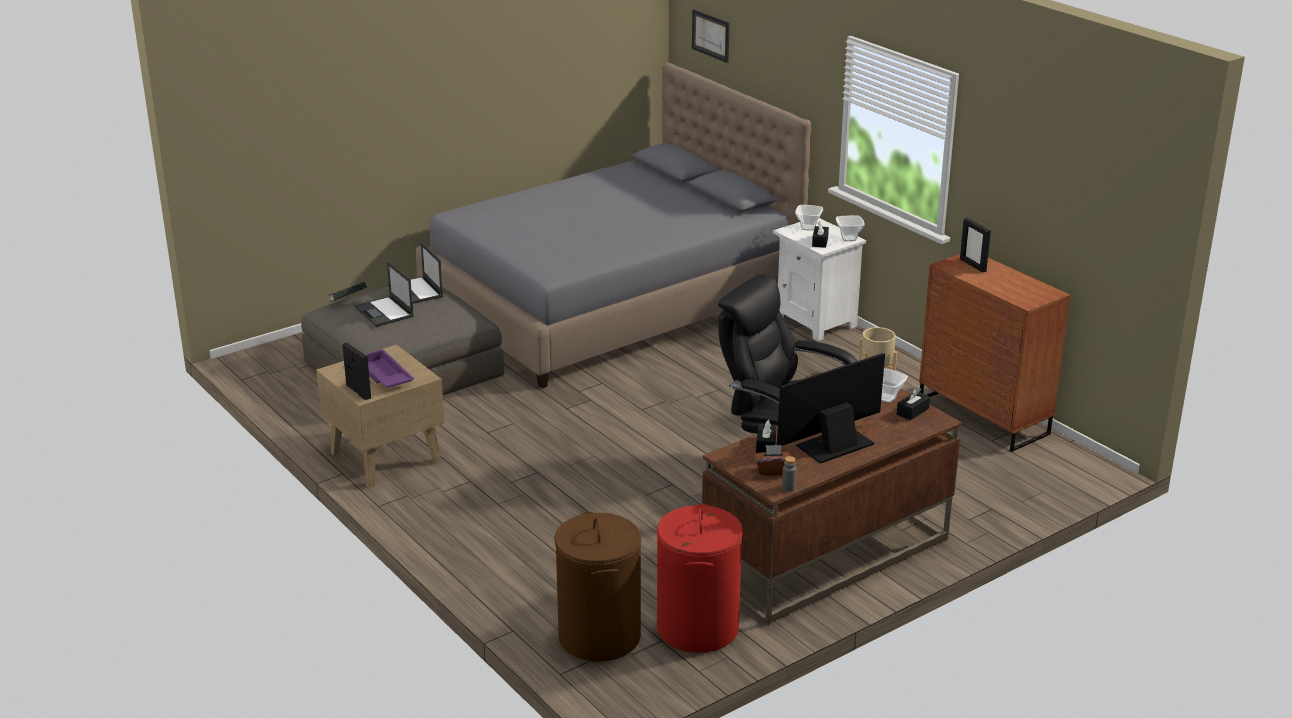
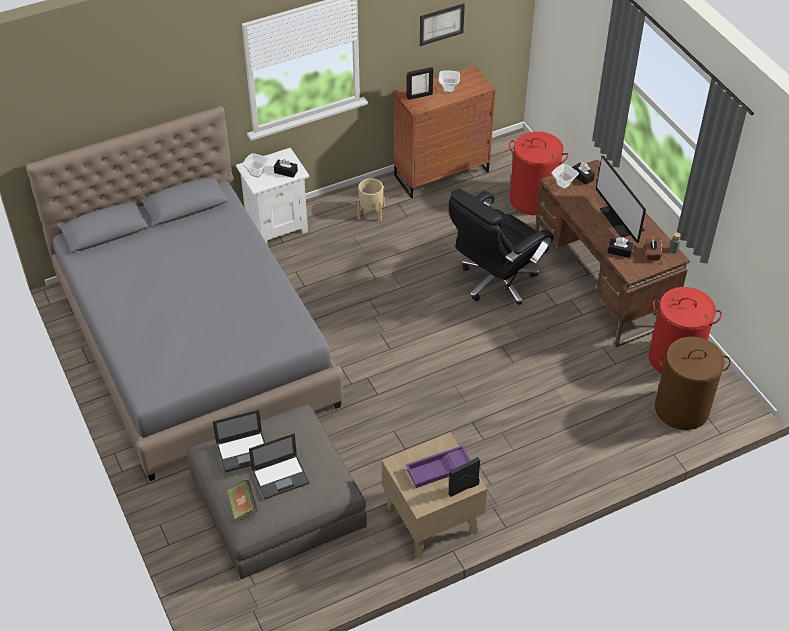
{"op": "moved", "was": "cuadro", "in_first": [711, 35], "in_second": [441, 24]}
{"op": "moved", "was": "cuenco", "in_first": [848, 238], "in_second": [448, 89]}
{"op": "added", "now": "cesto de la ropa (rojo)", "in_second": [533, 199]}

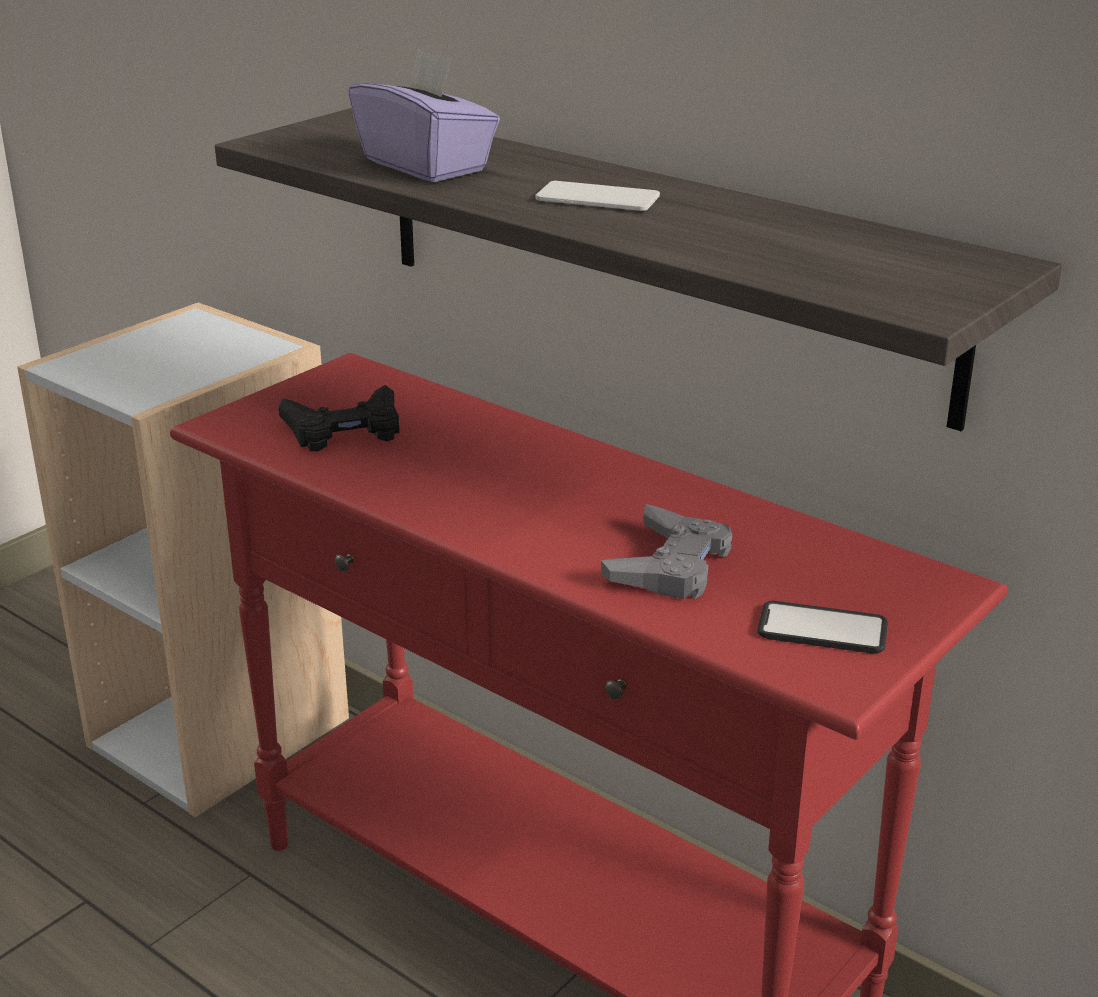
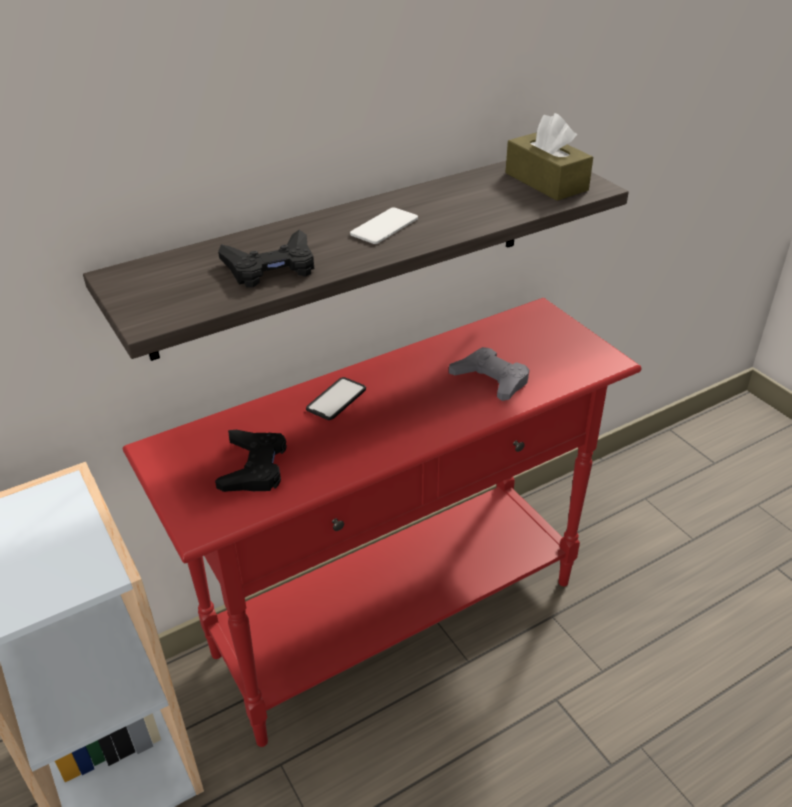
{"op": "replaced", "was": "caja de pañuelos (morado)", "now": "mando de consola (negro)", "in_first": [426, 166], "in_second": [271, 267]}
{"op": "moved", "was": "móvil", "in_first": [822, 629], "in_second": [336, 399]}
{"op": "added", "now": "caja de pañuelos (marrón)", "in_second": [546, 181]}

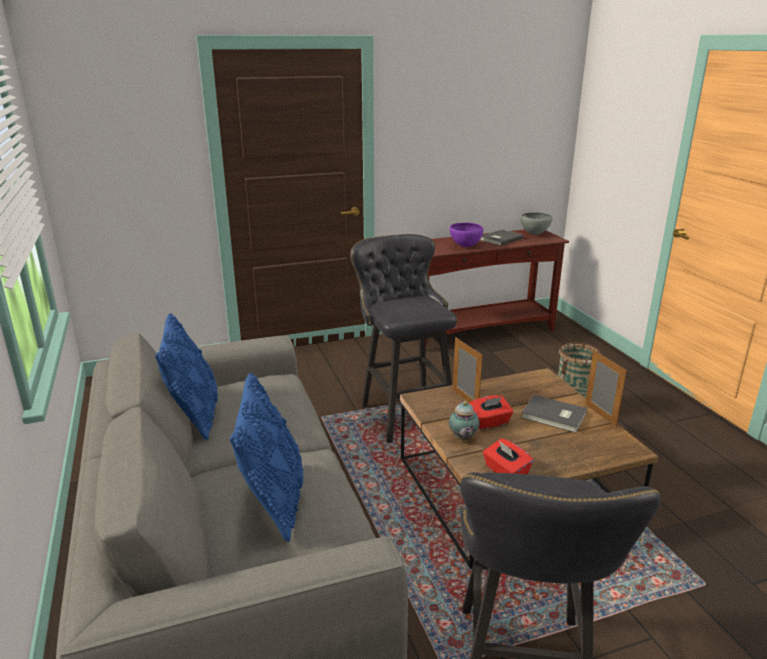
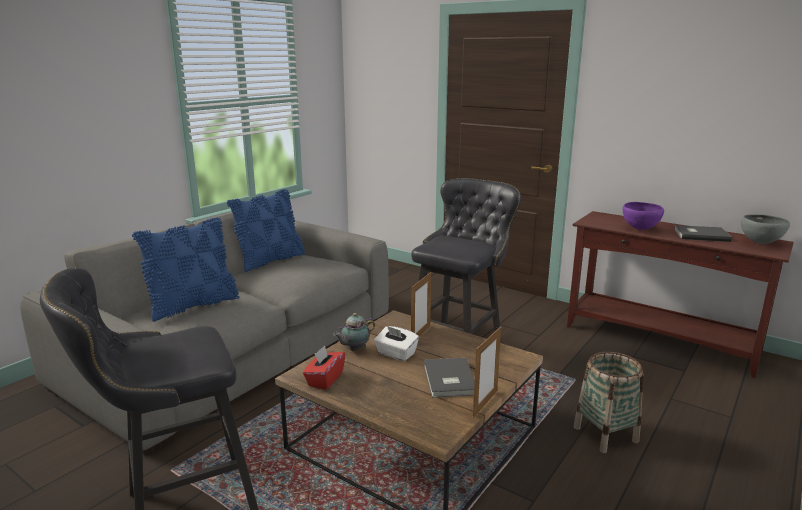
{"op": "recoloured", "was": "caja de pañuelos (rojo)", "now": "caja de pañuelos (blanco)", "in_first": [489, 422], "in_second": [396, 354]}

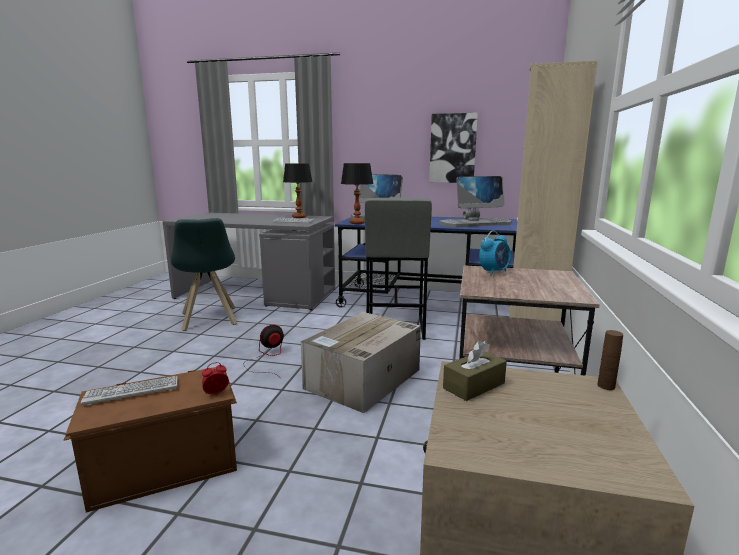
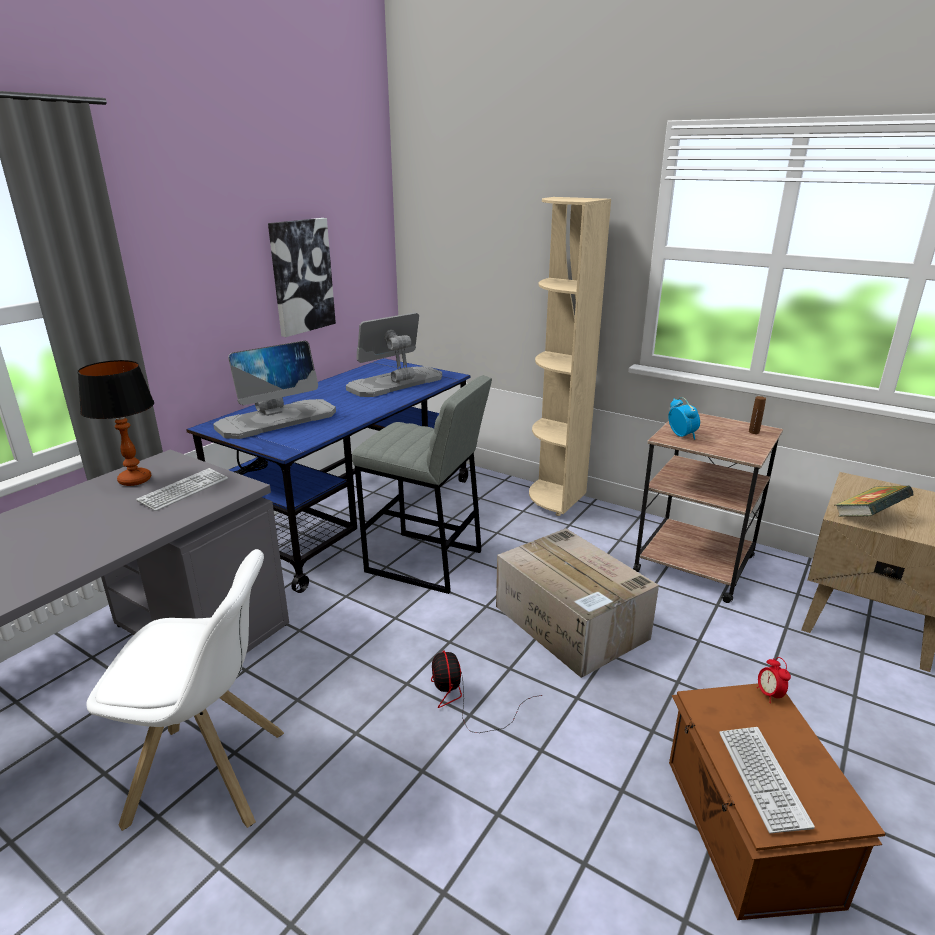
{"op": "recoloured", "was": "silla (turquesa)", "now": "silla (blanco)", "in_first": [209, 319], "in_second": [209, 775]}
{"op": "removed", "was": "lámpara de mesa", "in_first": [357, 223]}
{"op": "turned", "was": "monitor", "in_first": [475, 223], "in_second": [395, 383], "clockwise": -135}
{"op": "replaced", "was": "caja de pañuelos (marrón)", "now": "libro", "in_first": [474, 386], "in_second": [868, 517]}
{"op": "moved", "was": "botella (marrón)", "in_first": [606, 386], "in_second": [754, 432]}

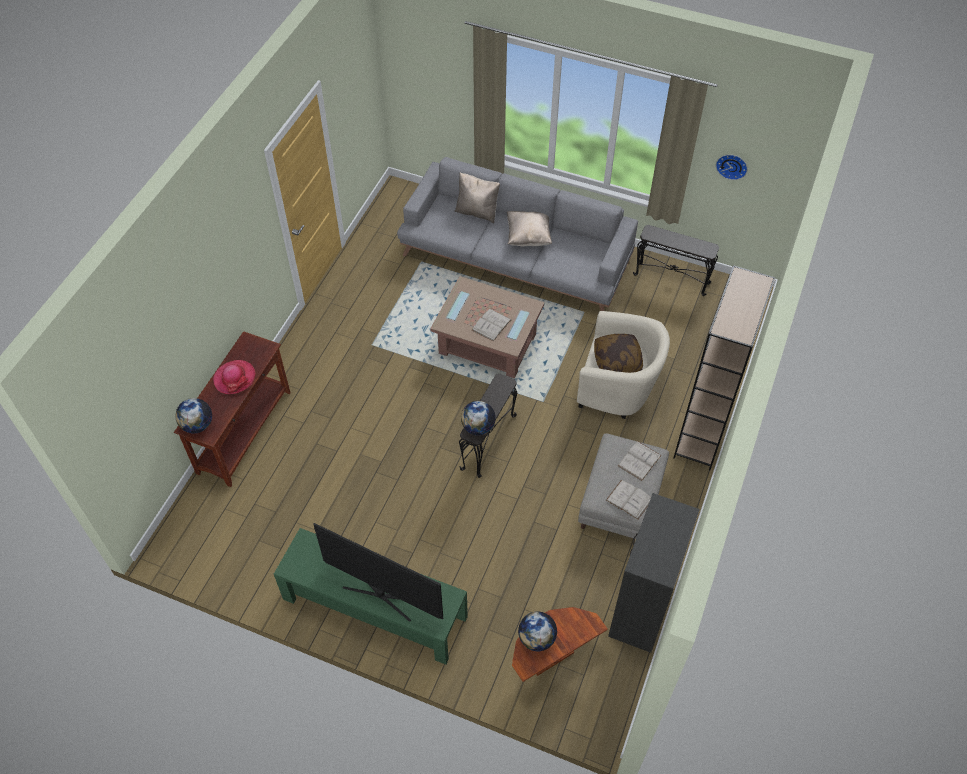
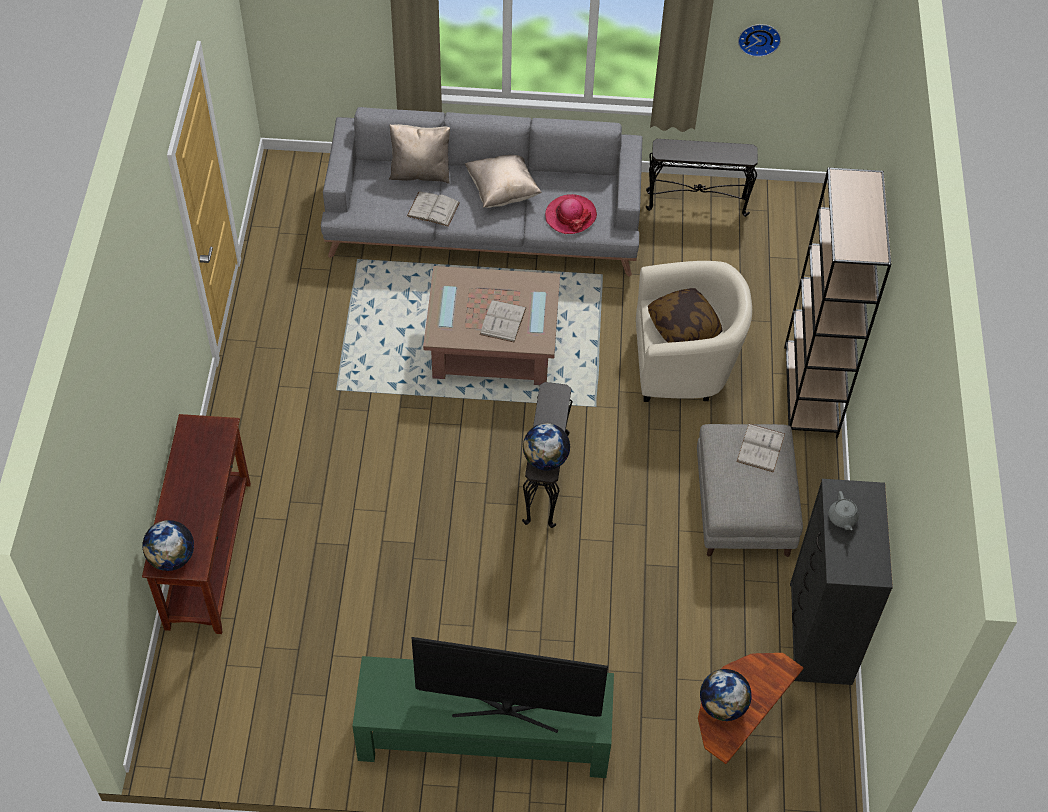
{"op": "moved", "was": "sombrero", "in_first": [234, 378], "in_second": [570, 216]}
{"op": "moved", "was": "libro (blanco)", "in_first": [629, 499], "in_second": [433, 209]}
{"op": "added", "now": "tetera (gris)", "in_second": [842, 518]}

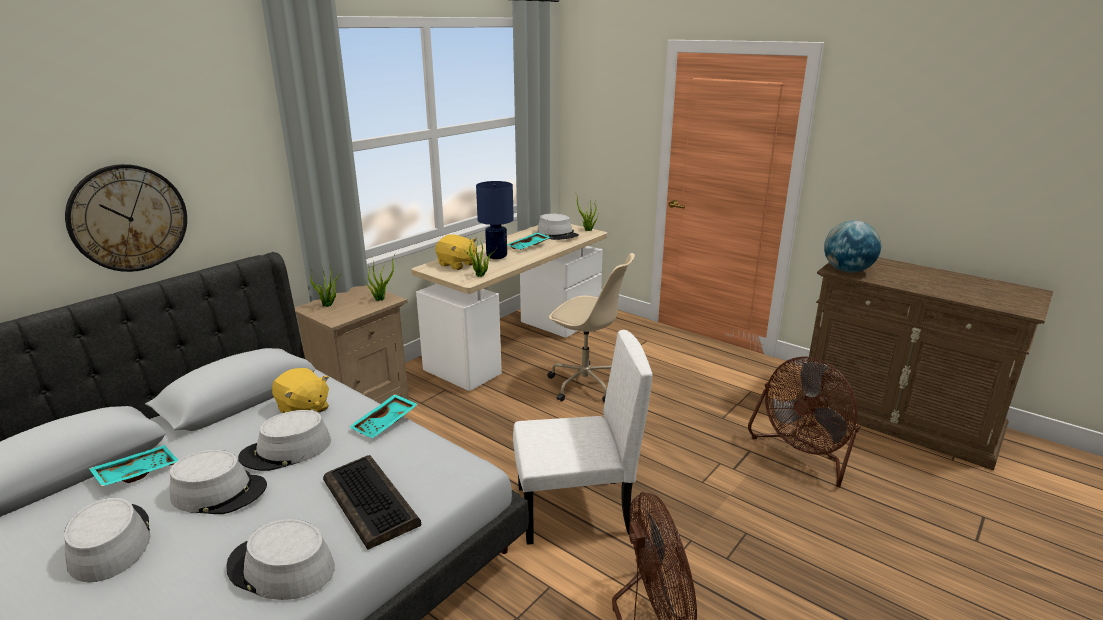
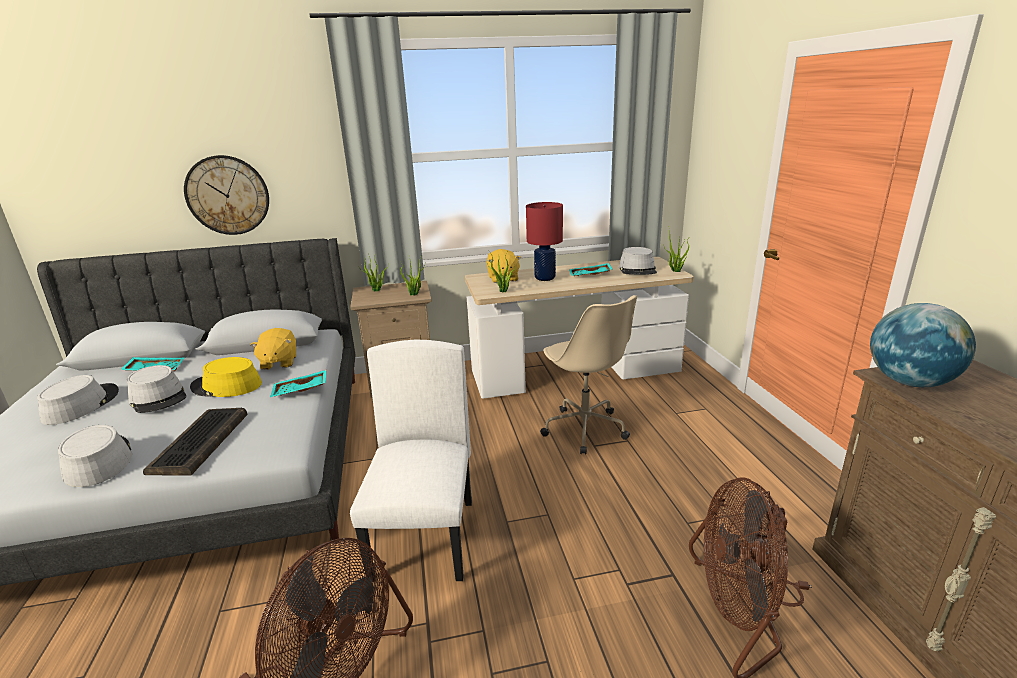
{"op": "recoloured", "was": "sombrero (gris)", "now": "sombrero (amarillo)", "in_first": [286, 450], "in_second": [226, 386]}
{"op": "recoloured", "was": "lámpara de mesa (azul)", "now": "lámpara de mesa (rojo)", "in_first": [496, 257], "in_second": [544, 279]}
{"op": "turned", "was": "silla (blanco)", "in_first": [574, 511], "in_second": [425, 539], "clockwise": -120}

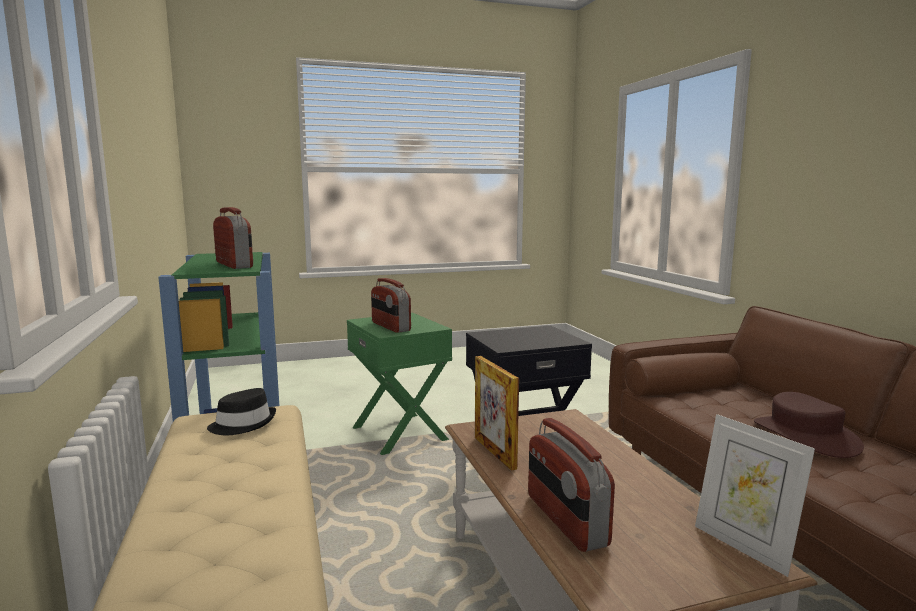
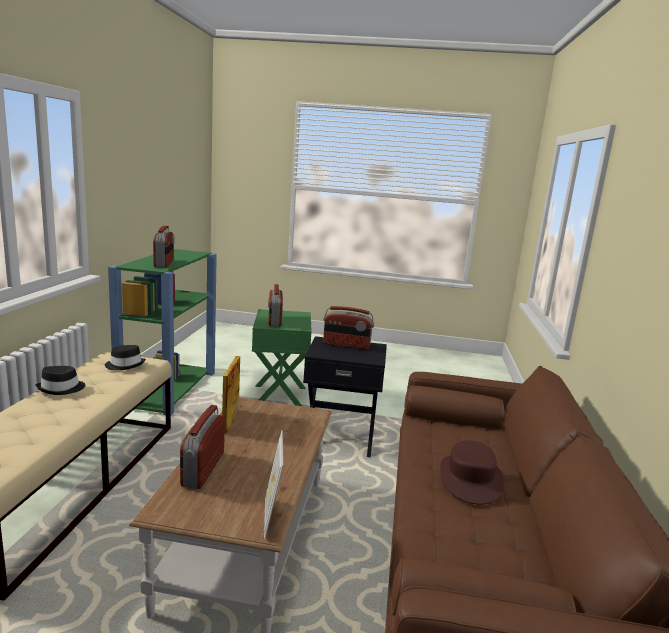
{"op": "added", "now": "sombrero (negro)", "in_second": [61, 388]}
{"op": "added", "now": "radio", "in_second": [346, 345]}

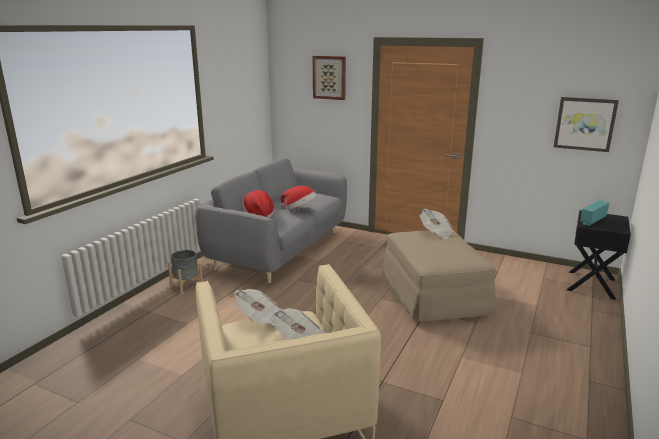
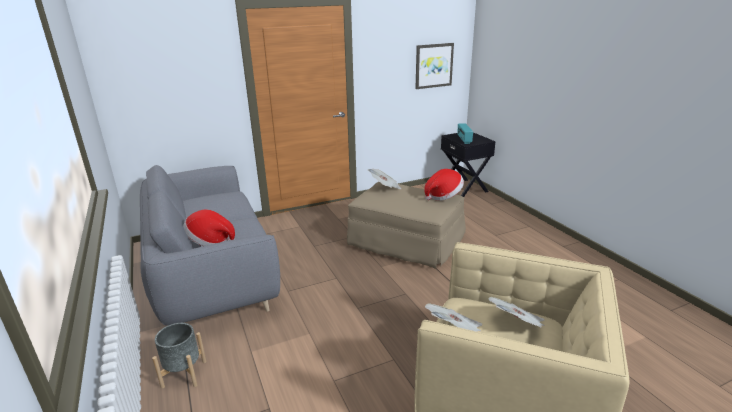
{"op": "moved", "was": "sombrero", "in_first": [300, 209], "in_second": [443, 196]}
{"op": "removed", "was": "cuadro", "in_first": [329, 77]}

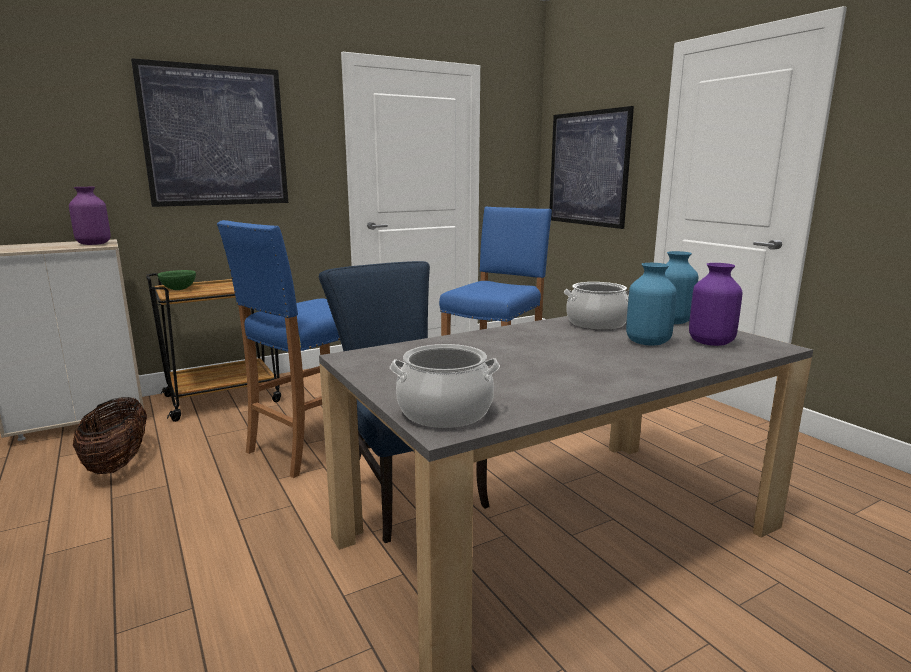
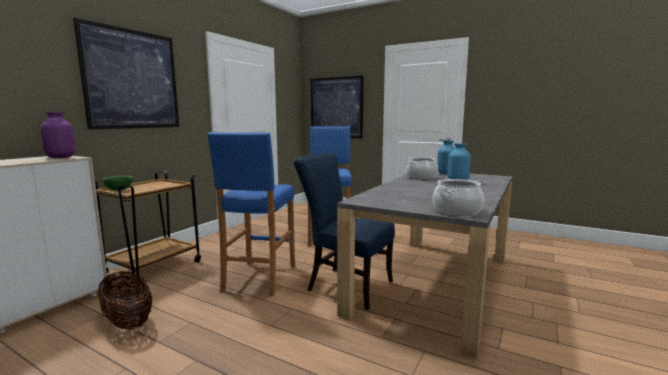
{"op": "removed", "was": "florero (morado)", "in_first": [711, 342]}

